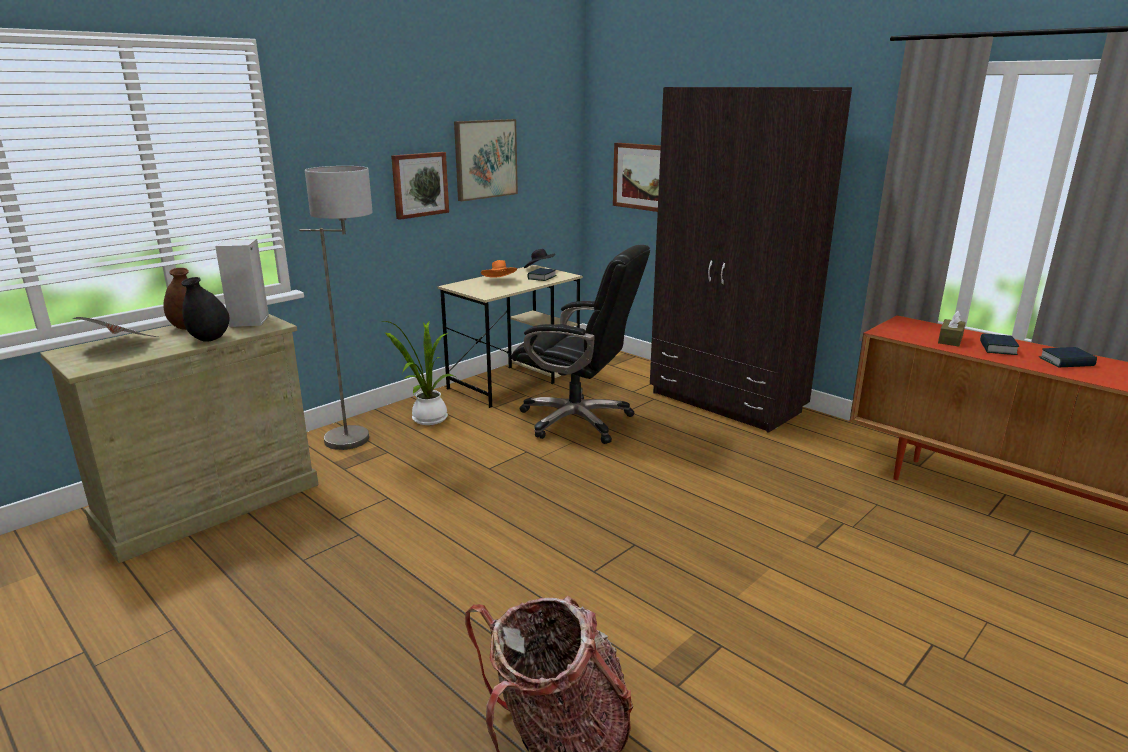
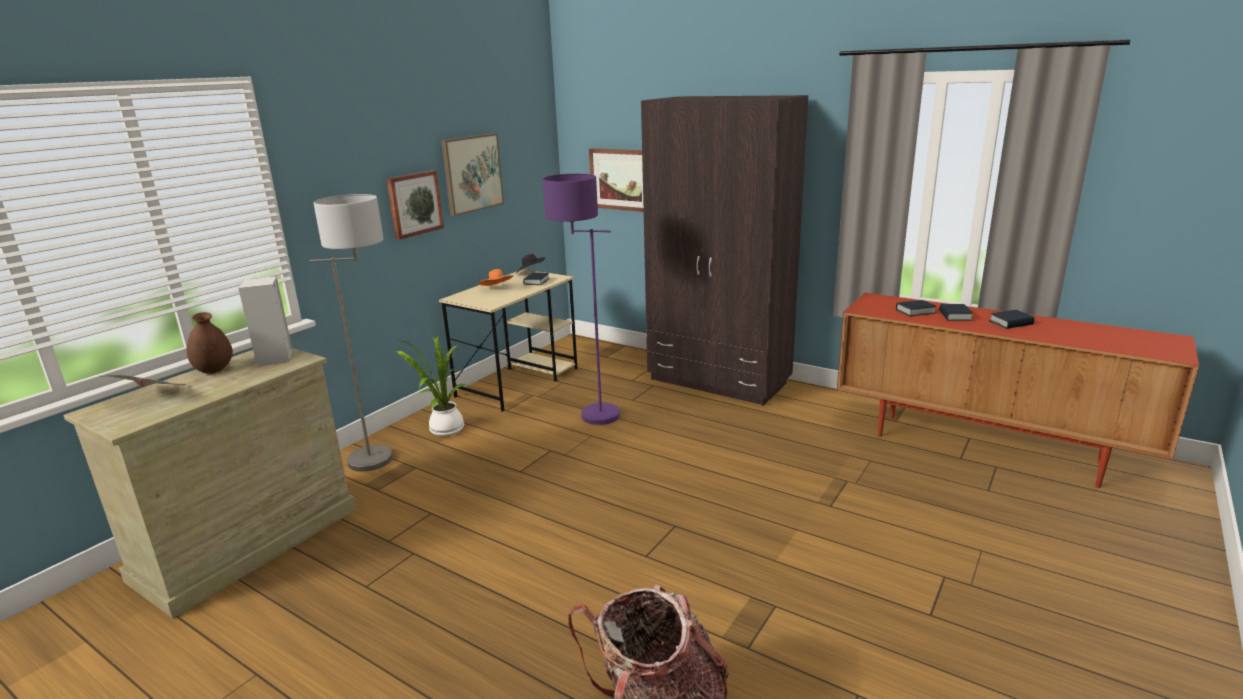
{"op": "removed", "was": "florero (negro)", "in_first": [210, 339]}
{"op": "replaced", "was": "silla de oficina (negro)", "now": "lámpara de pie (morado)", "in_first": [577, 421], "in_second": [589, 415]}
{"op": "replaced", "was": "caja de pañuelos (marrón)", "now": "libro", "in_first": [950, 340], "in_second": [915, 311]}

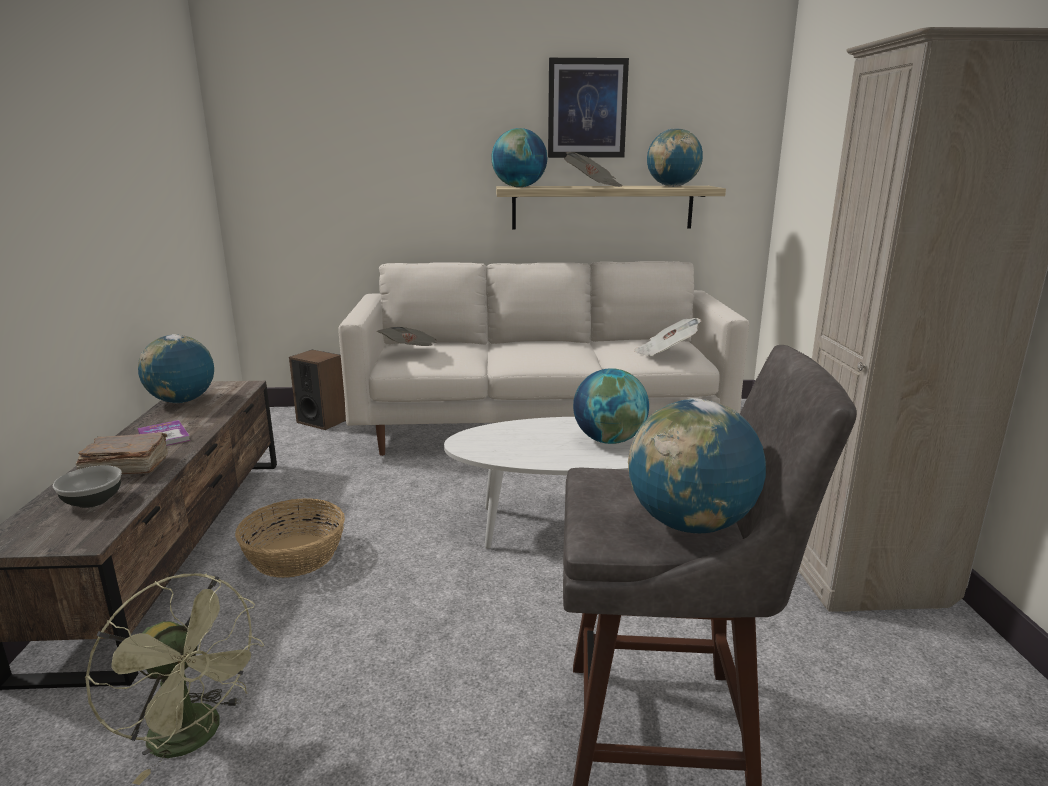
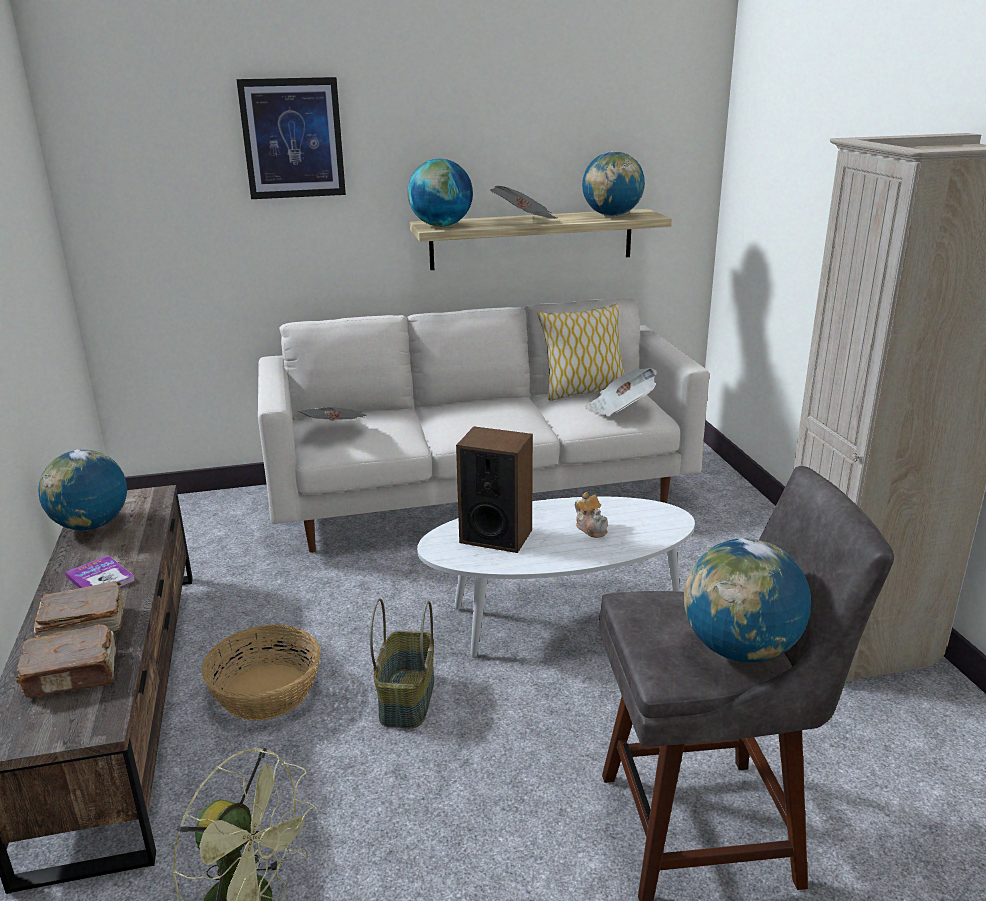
{"op": "replaced", "was": "cuenco", "now": "libro (marrón)", "in_first": [93, 501], "in_second": [73, 675]}
{"op": "moved", "was": "altavoz", "in_first": [322, 421], "in_second": [496, 536]}
{"op": "moved", "was": "cuadro", "in_first": [587, 109], "in_second": [292, 138]}
{"op": "replaced", "was": "globo terráqueo", "now": "tetera", "in_first": [609, 440], "in_second": [591, 528]}
{"op": "added", "now": "cesta", "in_second": [406, 698]}
{"op": "added", "now": "cojín", "in_second": [583, 392]}

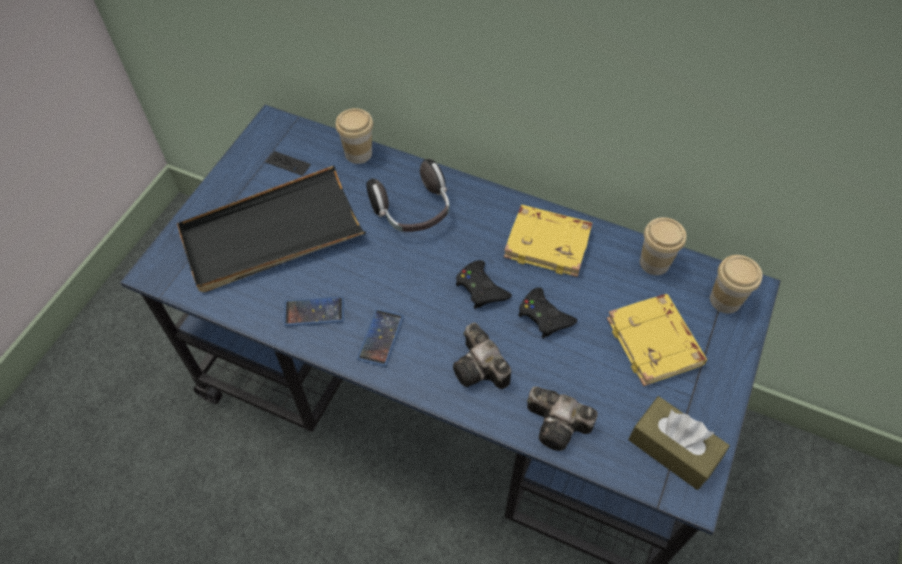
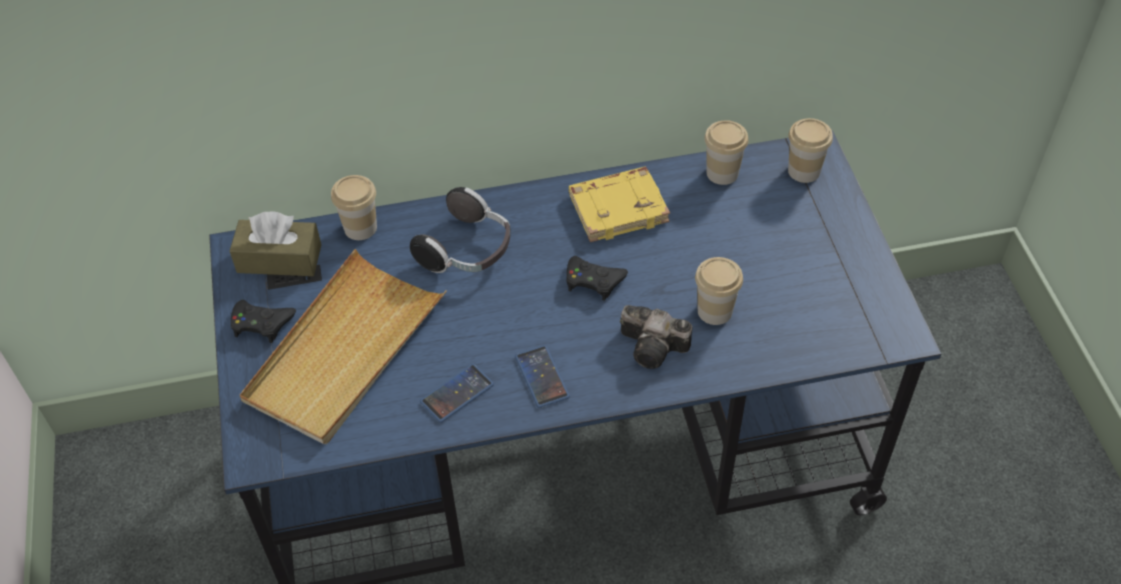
{"op": "recoloured", "was": "bandeja (negro)", "now": "bandeja (beis)", "in_first": [272, 234], "in_second": [344, 351]}
{"op": "moved", "was": "mando de consola (negro)", "in_first": [544, 316], "in_second": [261, 323]}
{"op": "removed", "was": "cámara", "in_first": [559, 426]}
{"op": "removed", "was": "libro (amarillo)", "in_first": [655, 343]}
{"op": "moved", "was": "caja de pañuelos (marrón)", "in_first": [673, 449], "in_second": [279, 259]}
{"op": "added", "now": "taza", "in_second": [714, 311]}

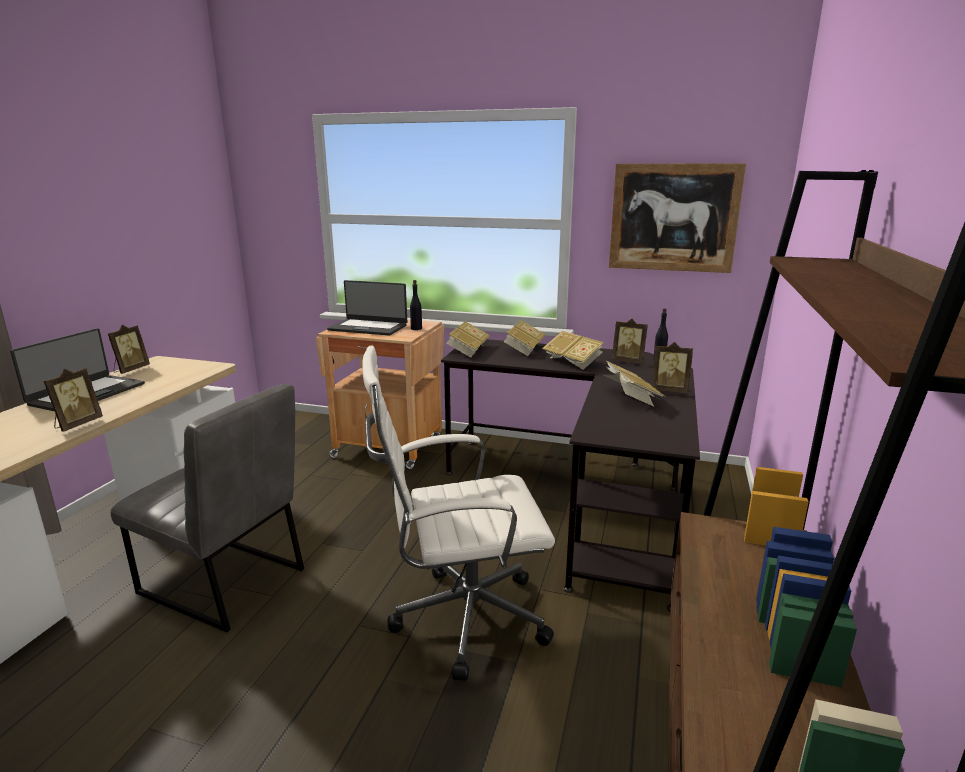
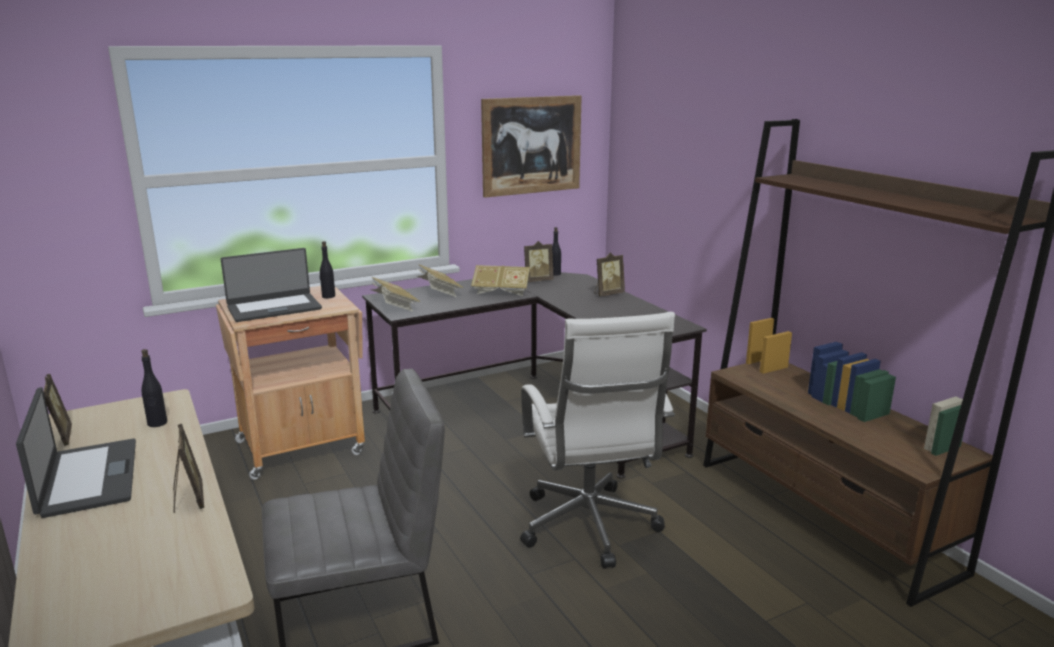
{"op": "turned", "was": "silla de oficina (blanco)", "in_first": [462, 619], "in_second": [590, 529], "clockwise": -45}
{"op": "removed", "was": "libro", "in_first": [630, 397]}
{"op": "added", "now": "botella (negro)", "in_second": [157, 423]}

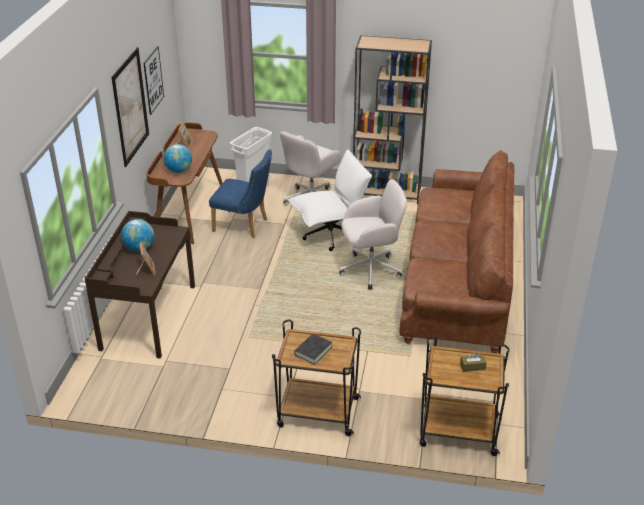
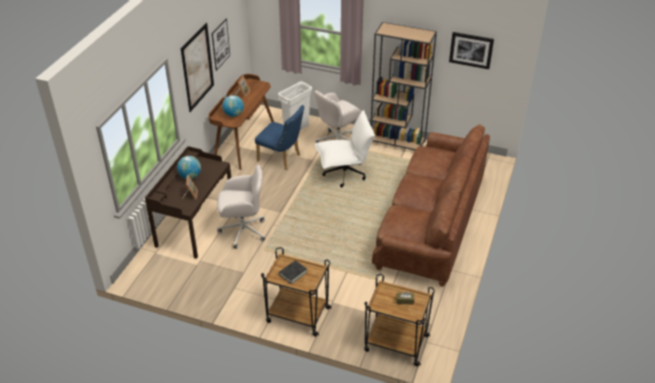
{"op": "moved", "was": "silla de oficina (blanco)", "in_first": [370, 270], "in_second": [243, 232]}
{"op": "added", "now": "cuadro", "in_second": [471, 50]}

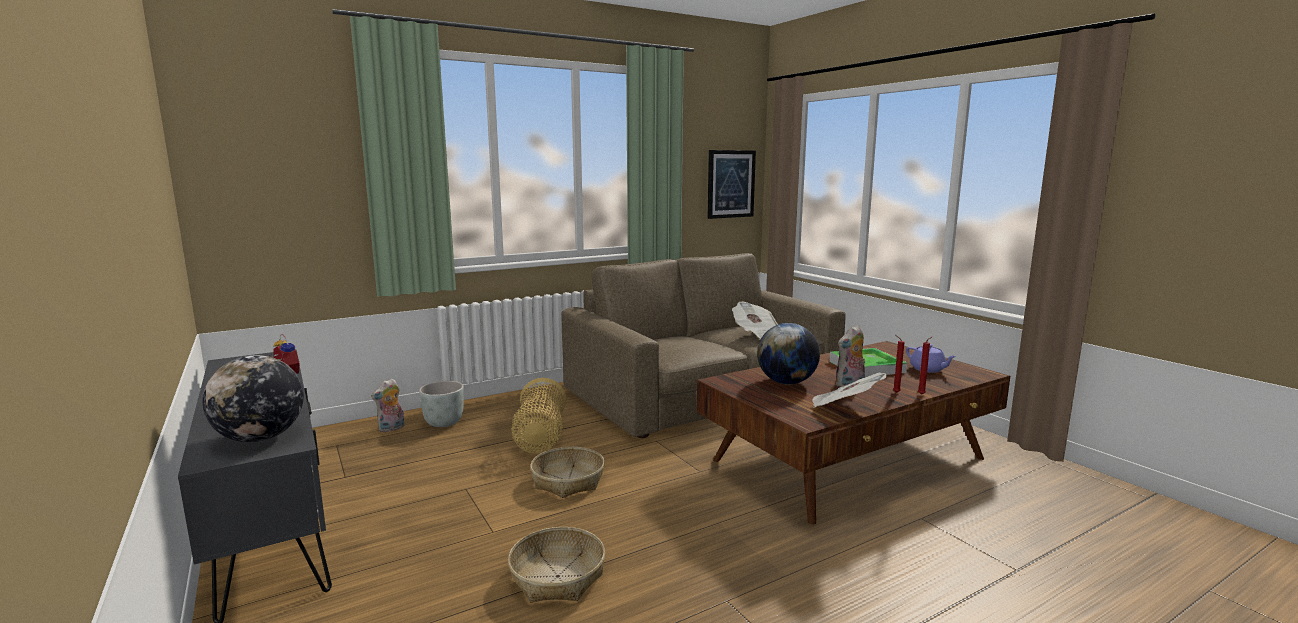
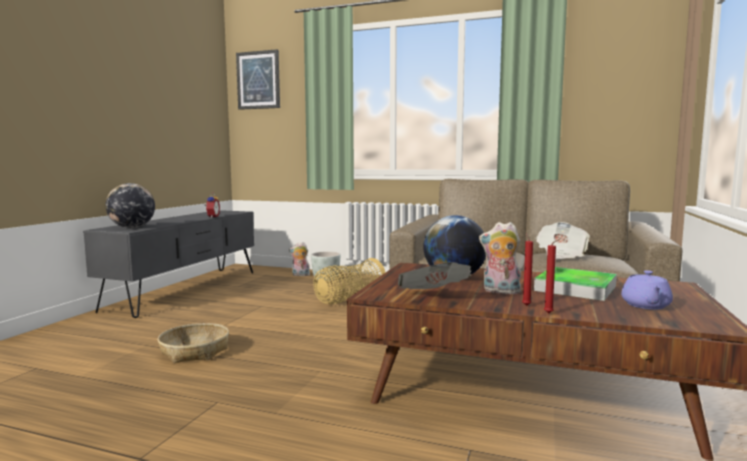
{"op": "removed", "was": "cesta", "in_first": [568, 481]}
{"op": "moved", "was": "cuadro", "in_first": [730, 184], "in_second": [258, 80]}

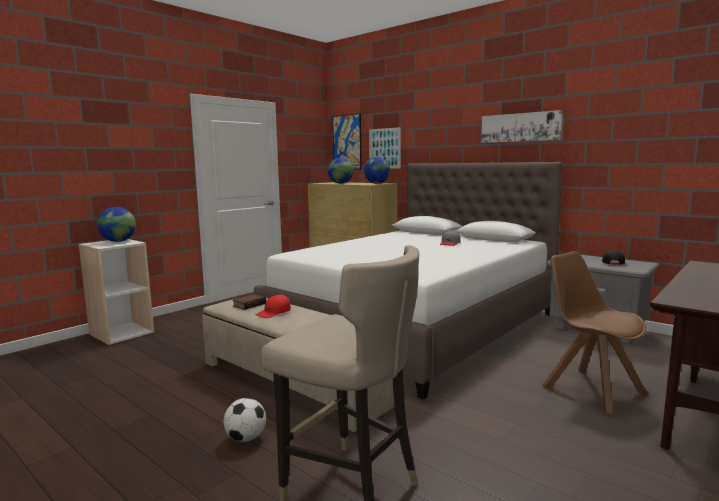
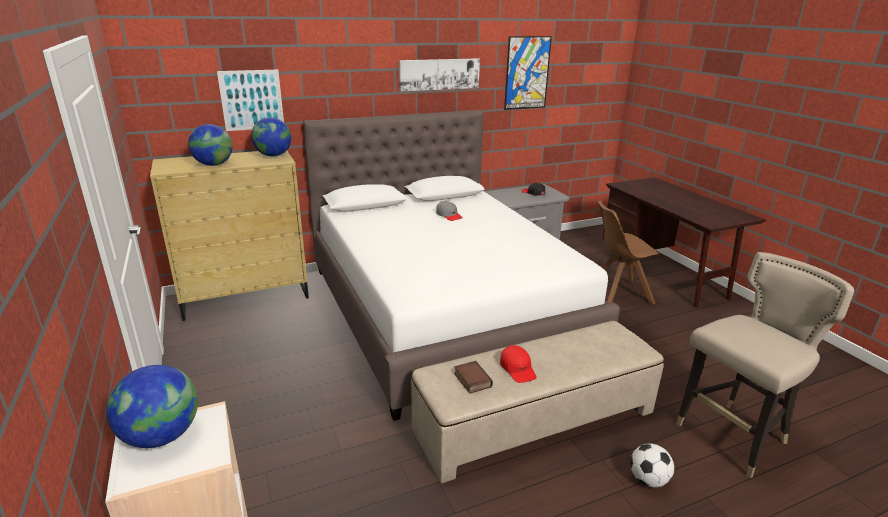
{"op": "moved", "was": "cuadro", "in_first": [347, 142], "in_second": [527, 73]}

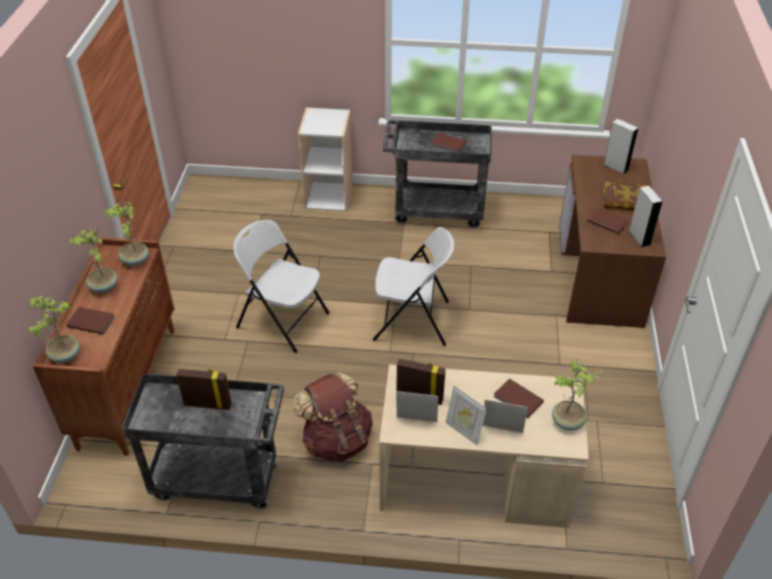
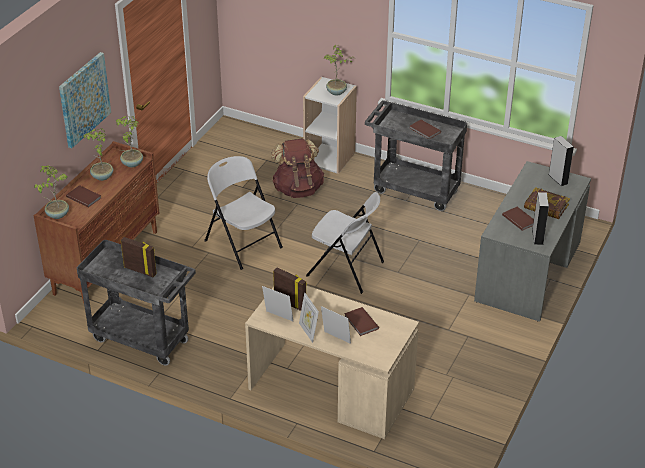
{"op": "moved", "was": "mochila (marrón)", "in_first": [336, 440], "in_second": [297, 189]}
{"op": "moved", "was": "planta en maceta", "in_first": [568, 422], "in_second": [336, 92]}
{"op": "recoloured", "was": "escritorio (marrón)", "now": "escritorio (gris)", "in_first": [600, 274], "in_second": [529, 272]}
{"op": "added", "now": "cuadro", "in_second": [84, 99]}

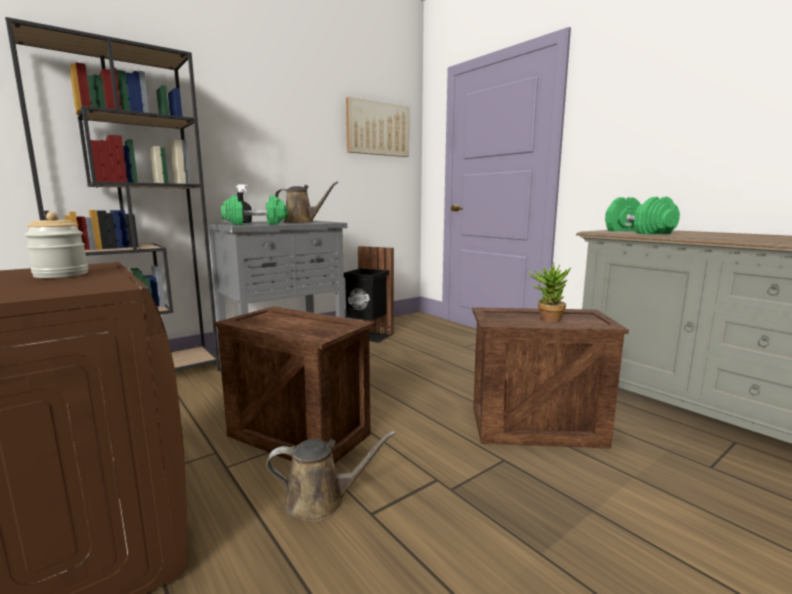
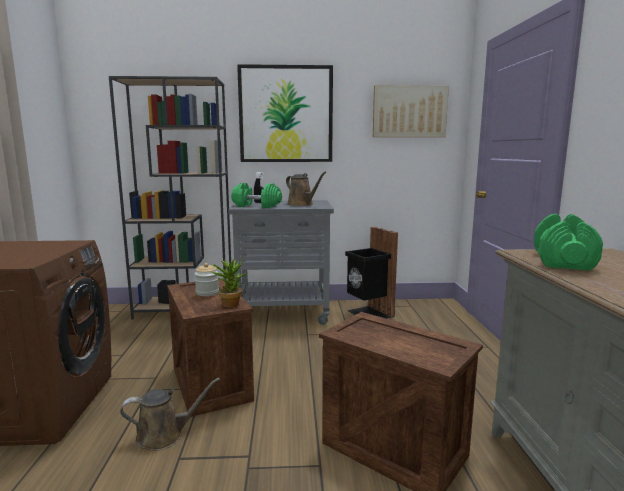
{"op": "moved", "was": "tarro", "in_first": [61, 275], "in_second": [207, 293]}
{"op": "turned", "was": "regadera (marrón)", "in_first": [321, 501], "in_second": [164, 436], "clockwise": -45}
{"op": "moved", "was": "planta en maceta", "in_first": [546, 319], "in_second": [230, 303]}
{"op": "added", "now": "cuadro", "in_second": [286, 114]}

